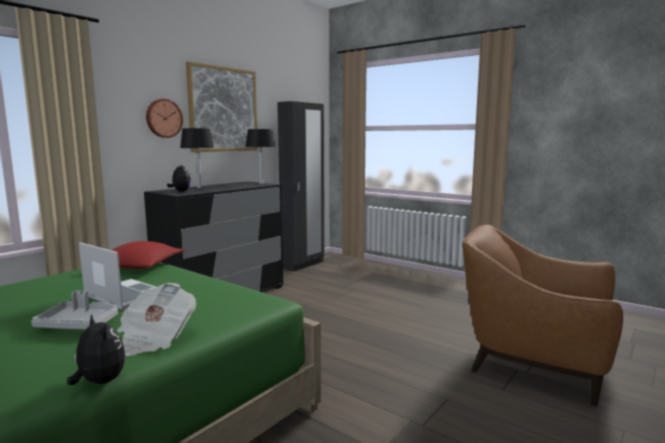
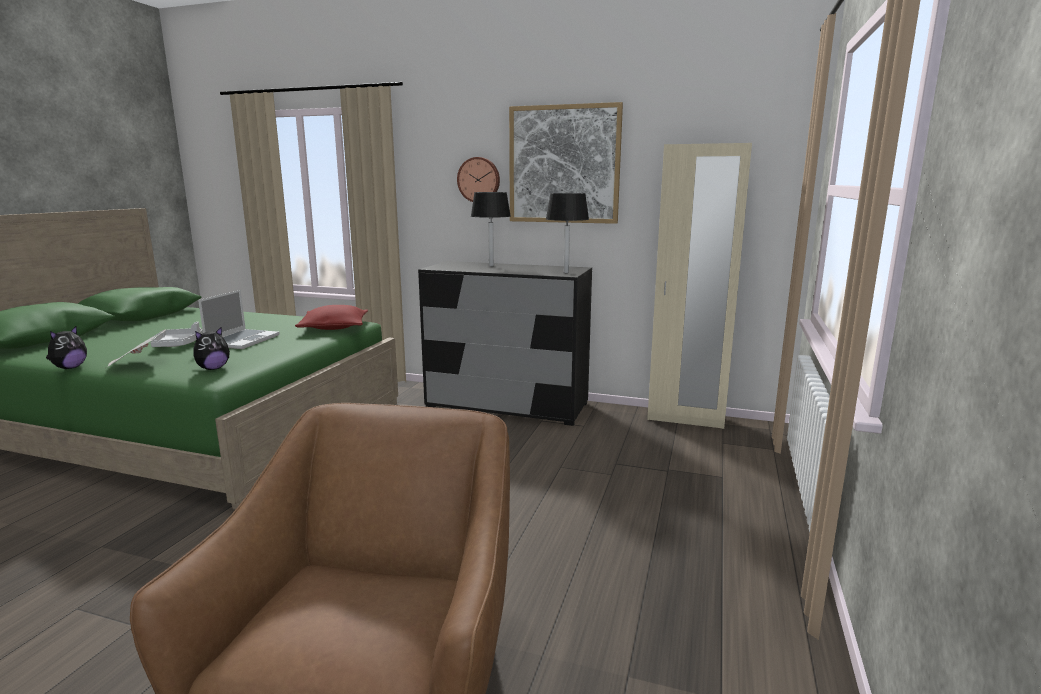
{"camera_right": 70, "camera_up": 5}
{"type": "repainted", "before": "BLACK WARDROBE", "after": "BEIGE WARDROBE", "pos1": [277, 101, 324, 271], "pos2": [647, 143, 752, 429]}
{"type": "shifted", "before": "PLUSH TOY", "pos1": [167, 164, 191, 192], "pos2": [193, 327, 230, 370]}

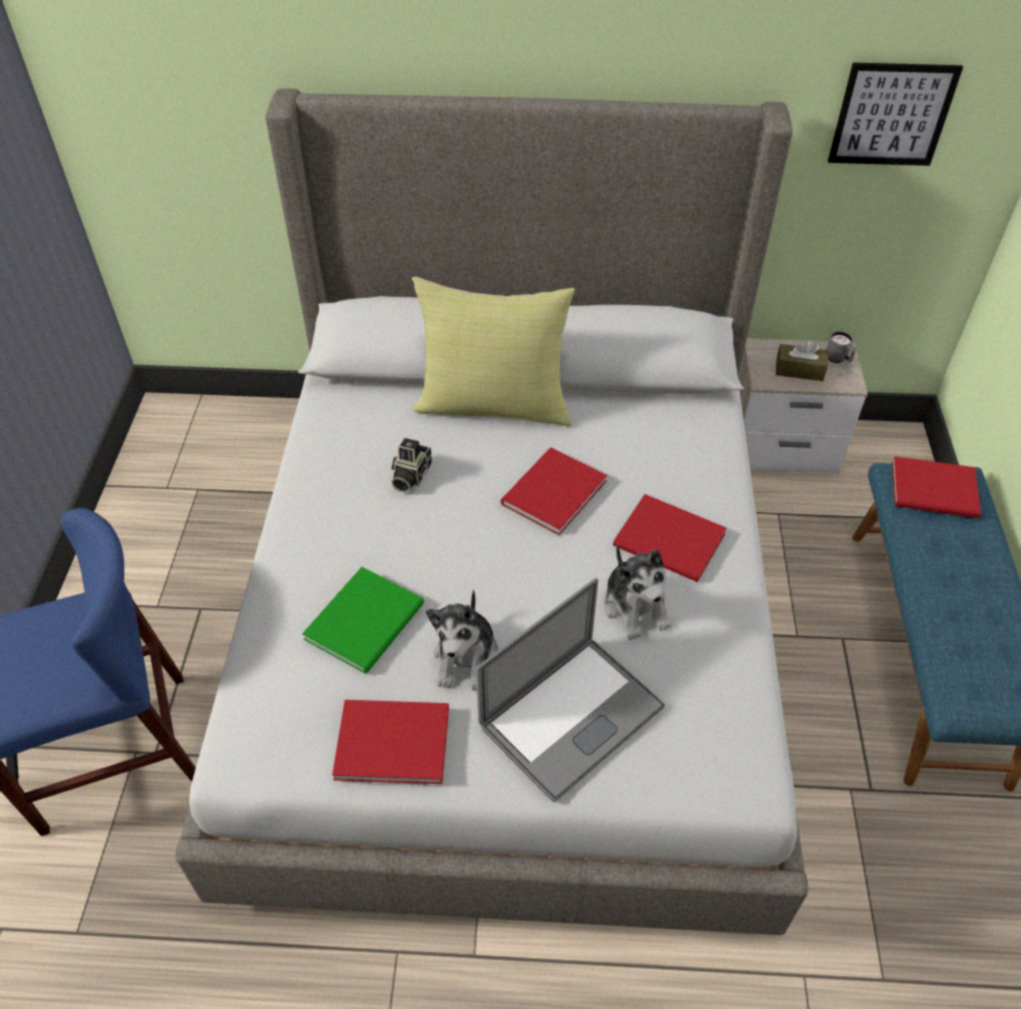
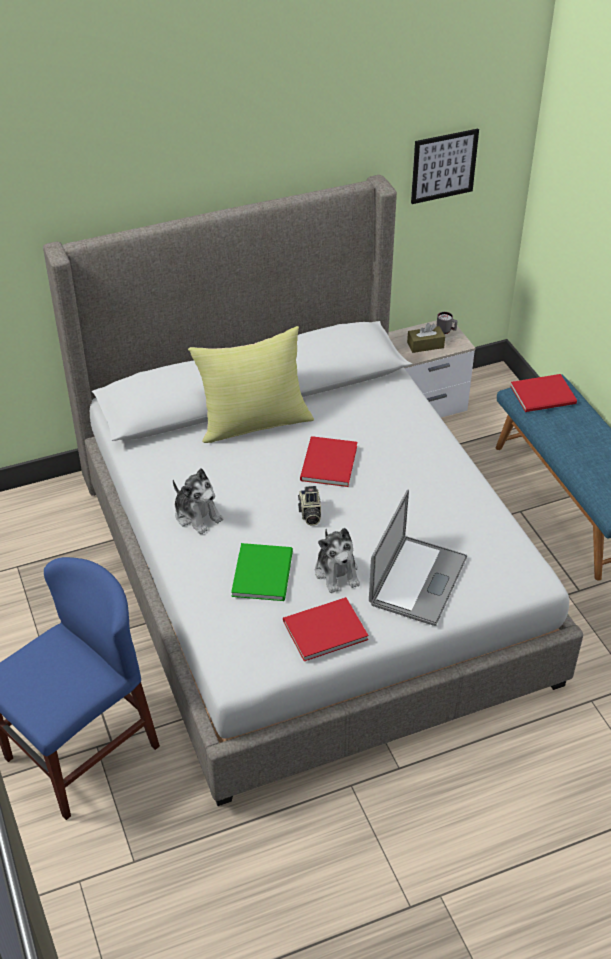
{"camera_right": -25, "camera_up": -5}
{"type": "shifted", "before": "PHOTO CAMERA", "pos1": [391, 438, 432, 493], "pos2": [298, 486, 321, 526]}
{"type": "gone", "before": "RED BOOK", "pos1": [613, 494, 727, 582]}
{"type": "shifted", "before": "PLUSH TOY", "pos1": [603, 543, 671, 640], "pos2": [173, 468, 223, 534]}

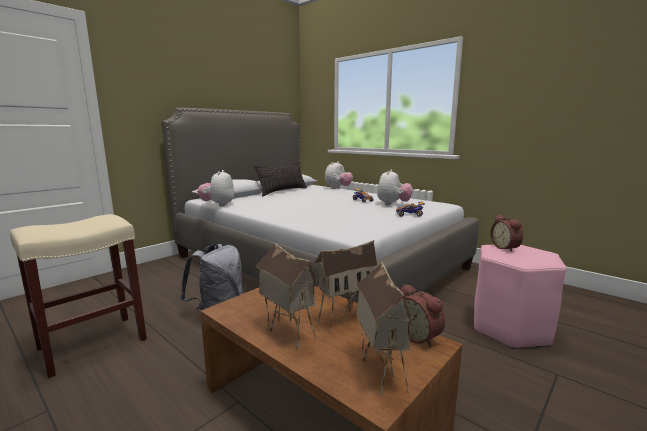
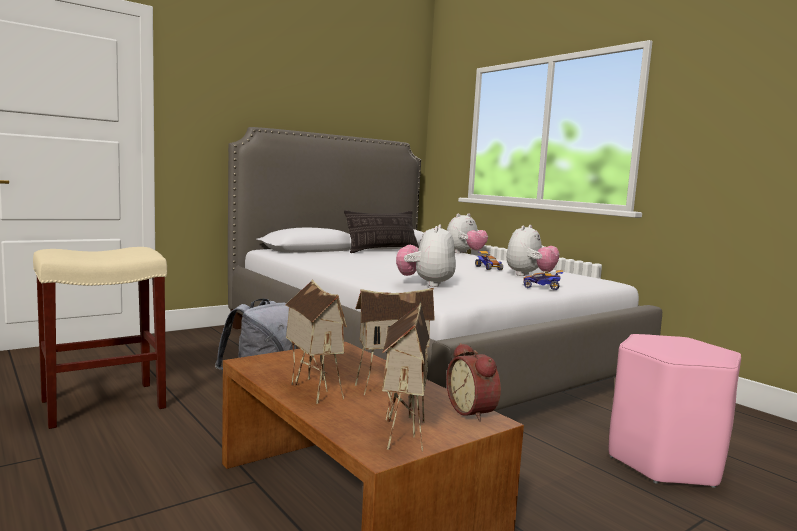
{"camera_right": 10, "camera_up": -5}
{"type": "shifted", "before": "PLUSH TOY", "pos1": [197, 170, 235, 206], "pos2": [396, 224, 456, 287]}
{"type": "gone", "before": "ALARM CLOCK", "pos1": [491, 214, 523, 252]}

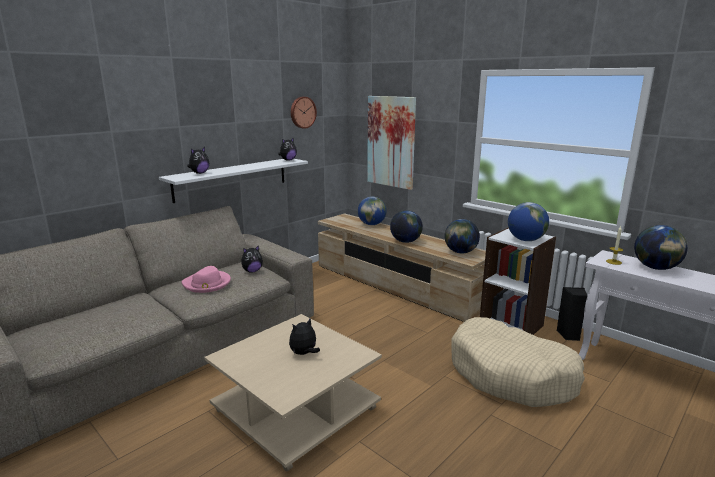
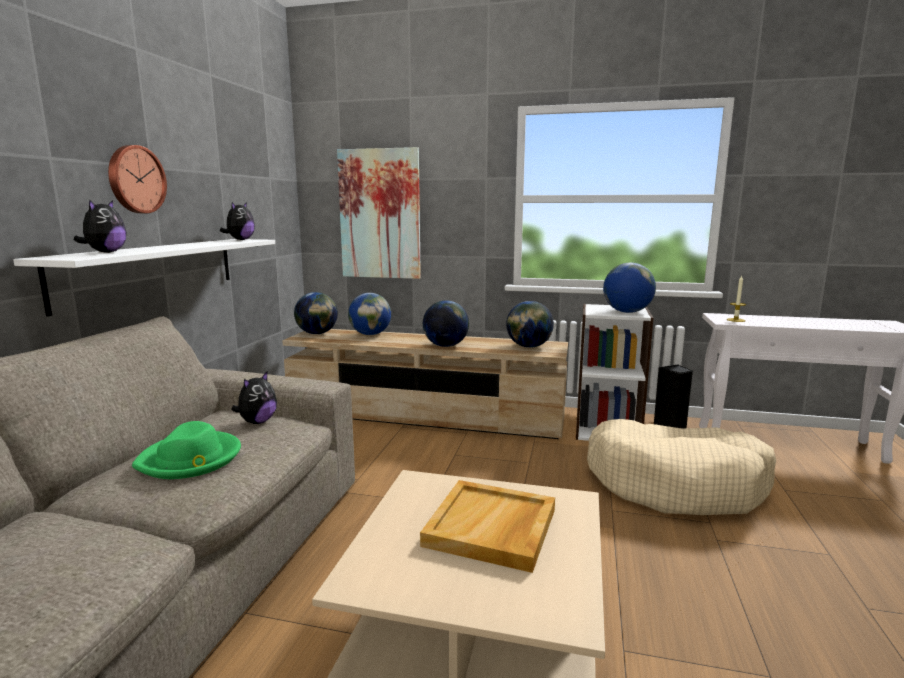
{"camera_right": -30, "camera_up": -5}
{"type": "shifted", "before": "WALL CLOCK", "pos1": [291, 97, 317, 129], "pos2": [108, 145, 167, 213]}
{"type": "shifted", "before": "GLOBE", "pos1": [634, 225, 688, 270], "pos2": [294, 292, 338, 334]}
{"type": "repainted", "before": "PINK HAT", "after": "GREEN HAT", "pos1": [181, 266, 231, 293], "pos2": [132, 421, 241, 479]}
{"type": "swapped", "before": "PLUSH TOY", "after": "BEIGE TRAY", "pos1": [289, 318, 320, 355], "pos2": [420, 480, 555, 573]}

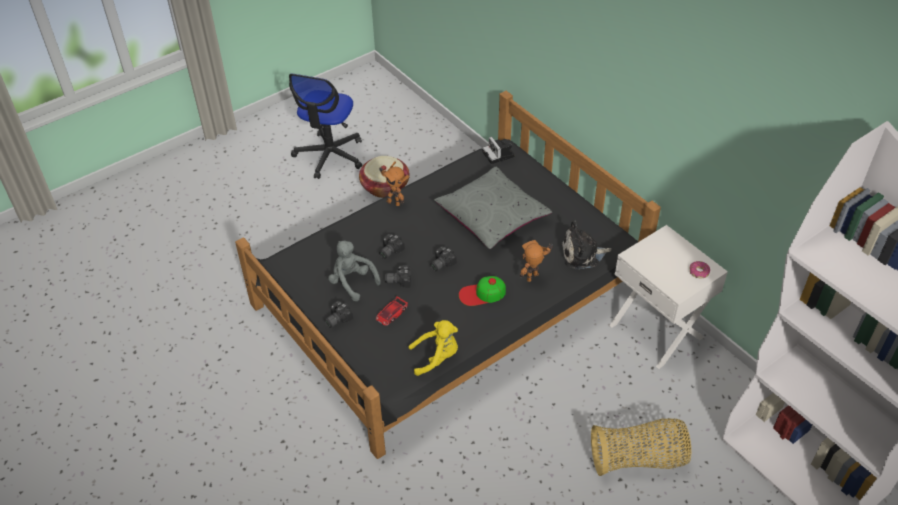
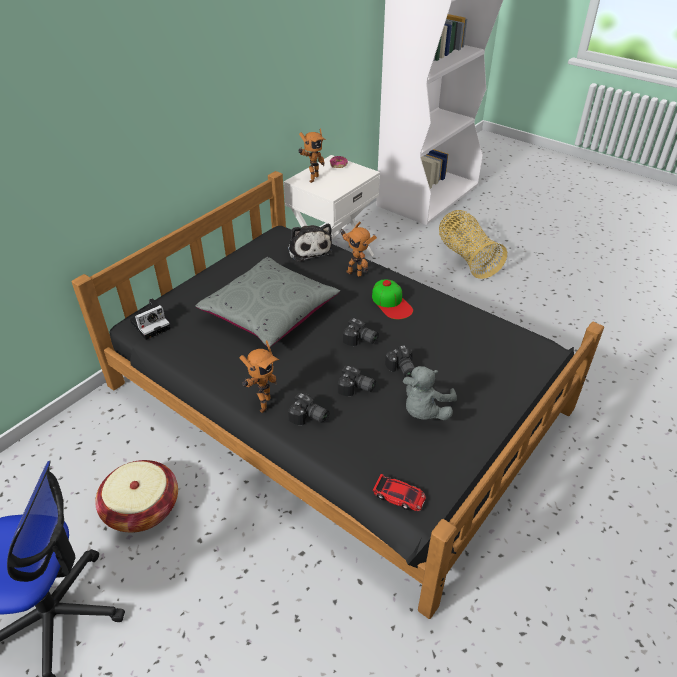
{"camera_right": -105, "camera_up": -5}
{"type": "shifted", "before": "TOY CAR", "pos1": [376, 296, 408, 326], "pos2": [373, 474, 426, 511]}
{"type": "shifted", "before": "PHOTO CAMERA", "pos1": [324, 301, 353, 328], "pos2": [288, 393, 329, 425]}
{"type": "gone", "before": "YELLOW PLUSH TOY", "pos1": [409, 320, 458, 376]}
{"type": "new", "after": "TOY ROBOT", "pos2": [298, 128, 326, 183]}

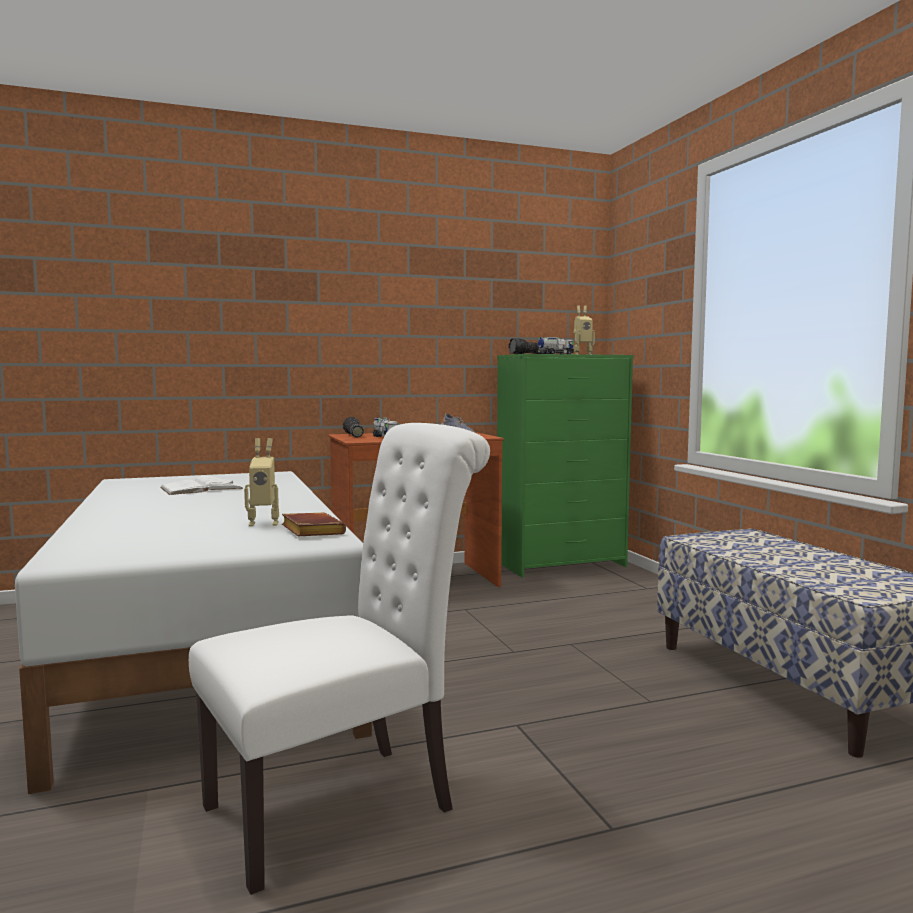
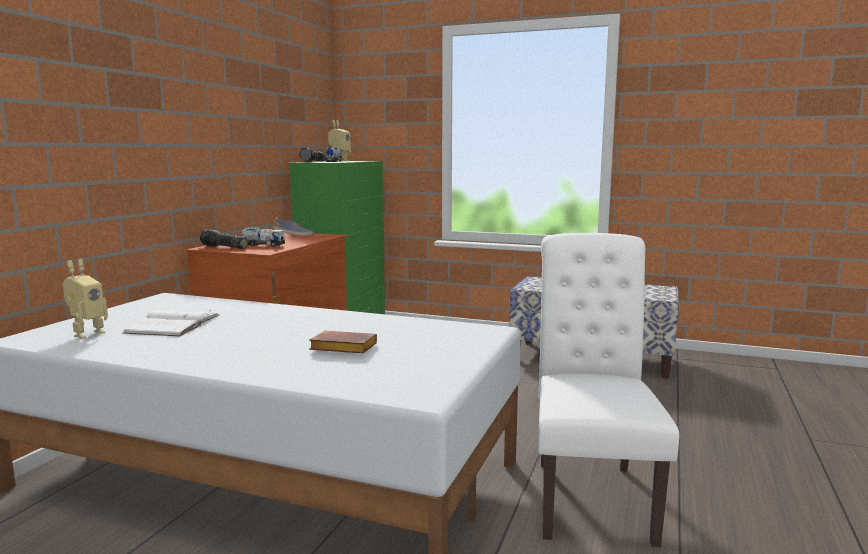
{"camera_right": -50, "camera_up": 5}
{"type": "shifted", "before": "TOY ROBOT", "pos1": [244, 438, 279, 526], "pos2": [63, 259, 108, 339]}
{"type": "shifted", "before": "BROWN BOOK", "pos1": [282, 513, 346, 536], "pos2": [309, 331, 377, 354]}

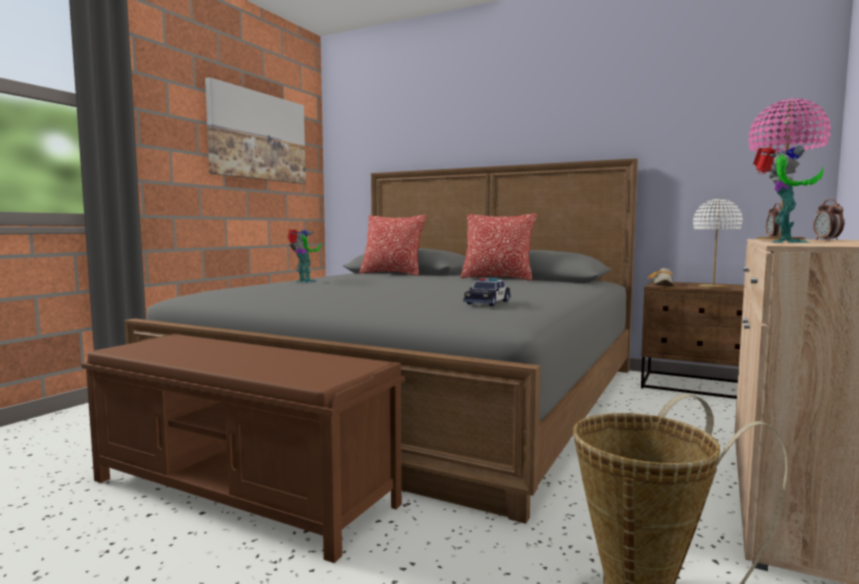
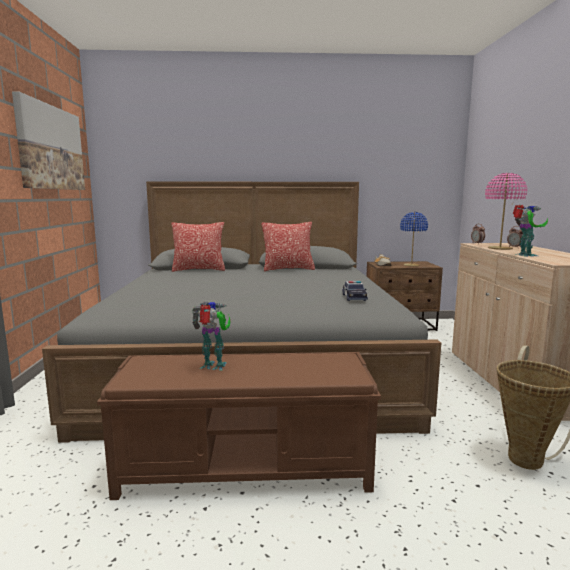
{"camera_right": -30, "camera_up": 5}
{"type": "repainted", "before": "WHITE TABLE LAMP", "after": "BLUE TABLE LAMP", "pos1": [693, 199, 743, 288], "pos2": [400, 212, 428, 267]}
{"type": "shifted", "before": "TOY ROBOT", "pos1": [288, 229, 321, 283], "pos2": [191, 302, 231, 371]}

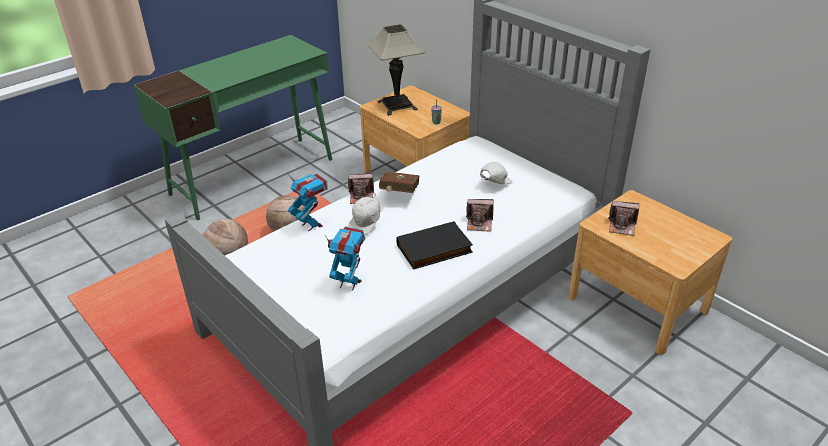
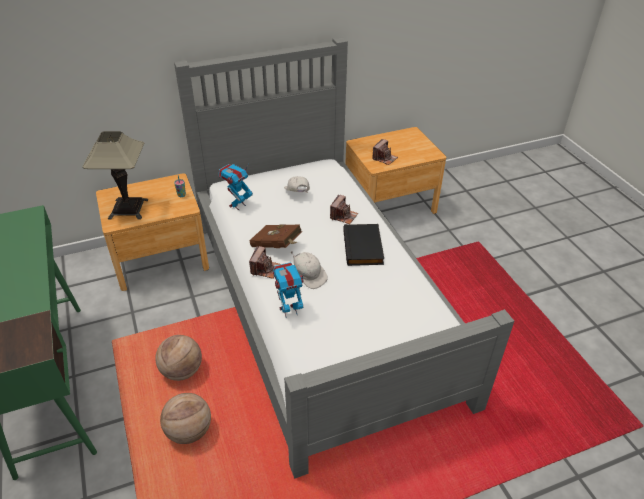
{"camera_right": -70, "camera_up": 5}
{"type": "shifted", "before": "TOY ROBOT", "pos1": [325, 226, 366, 291], "pos2": [219, 163, 253, 210]}

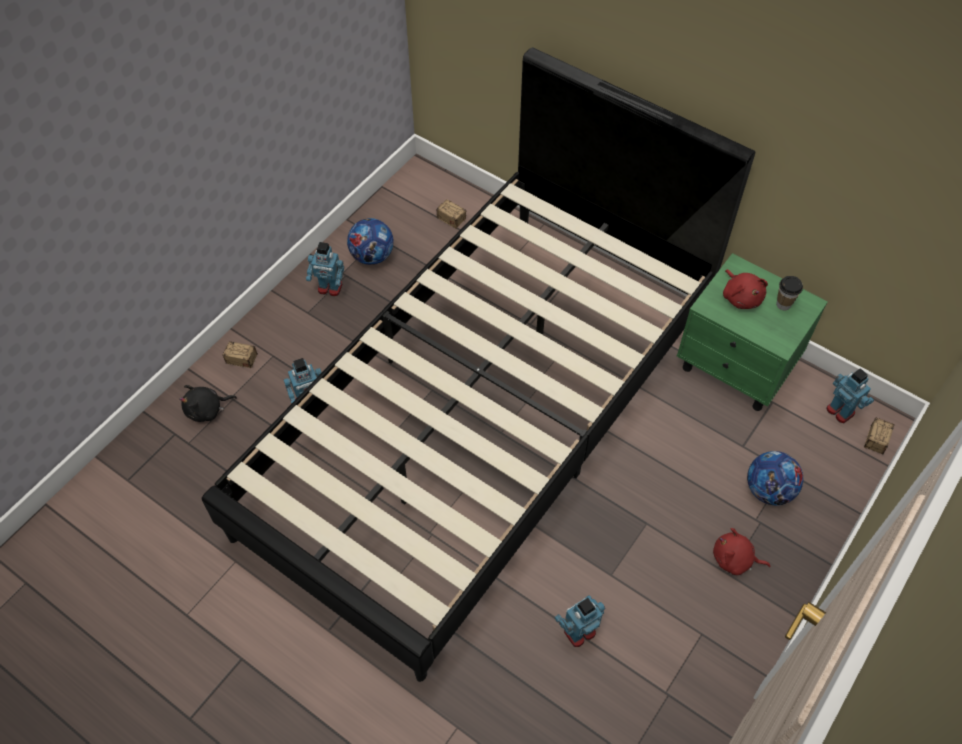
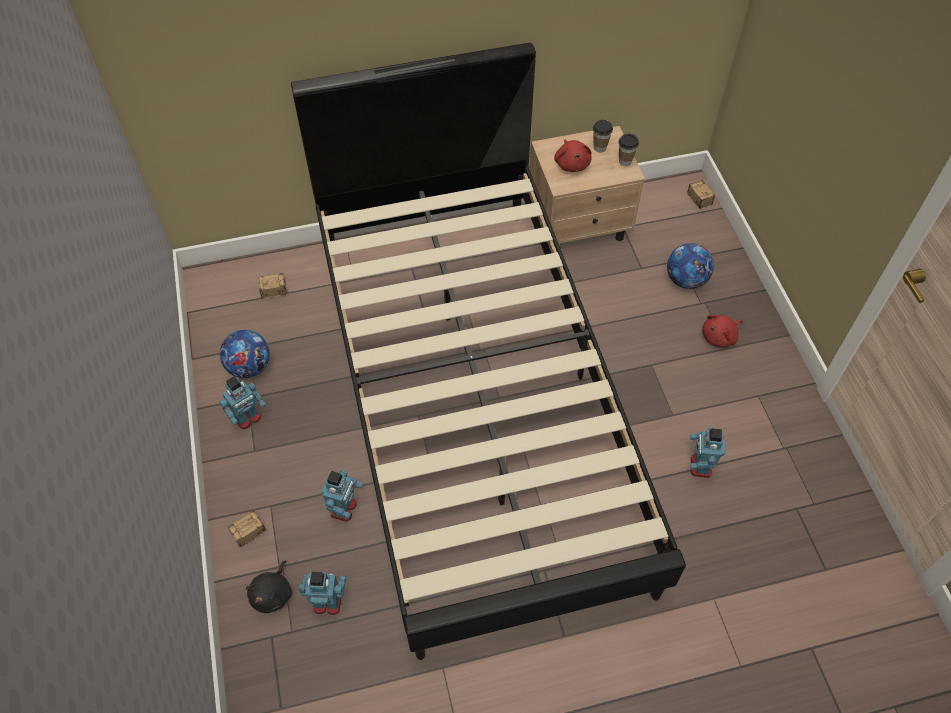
{"camera_right": -50, "camera_up": 0}
{"type": "repainted", "before": "GREEN NIGHTSTAND", "after": "BEIGE NIGHTSTAND", "pos1": [677, 253, 828, 411], "pos2": [530, 126, 645, 244]}
{"type": "rotated", "before": "RED PLUSH TOY", "pos1": [723, 269, 768, 309], "pos2": [554, 139, 591, 172], "turn": 60}
{"type": "shifted", "before": "TOY ROBOT", "pos1": [826, 368, 874, 423], "pos2": [299, 572, 346, 615]}
{"type": "new", "after": "CUP", "pos2": [619, 134, 639, 166]}

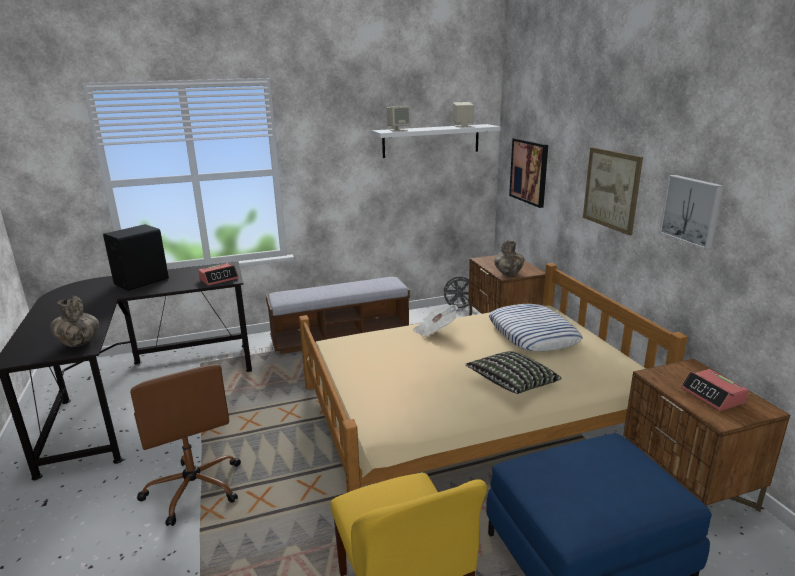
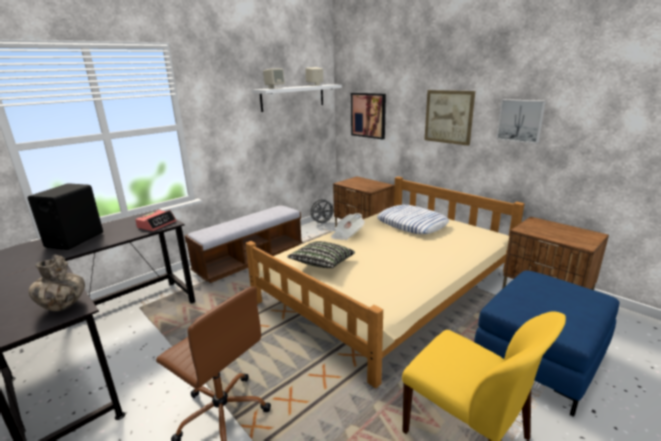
{"camera_right": -25, "camera_up": 0}
{"type": "gone", "before": "VASE", "pos1": [494, 240, 524, 276]}
{"type": "shifted", "before": "PILLOW", "pos1": [465, 351, 561, 394], "pos2": [287, 241, 355, 268]}
{"type": "gone", "before": "ALARM CLOCK", "pos1": [681, 369, 749, 411]}

